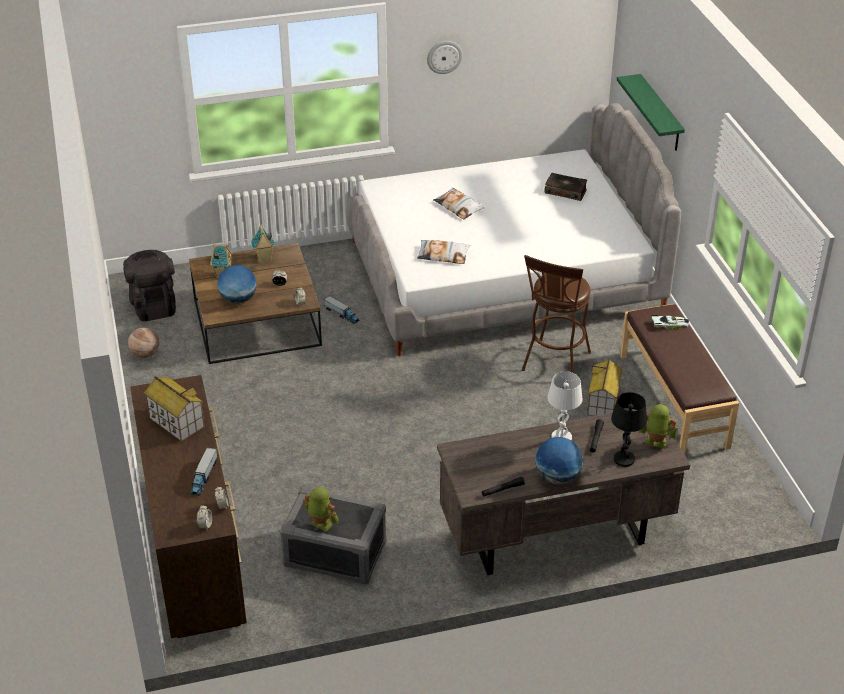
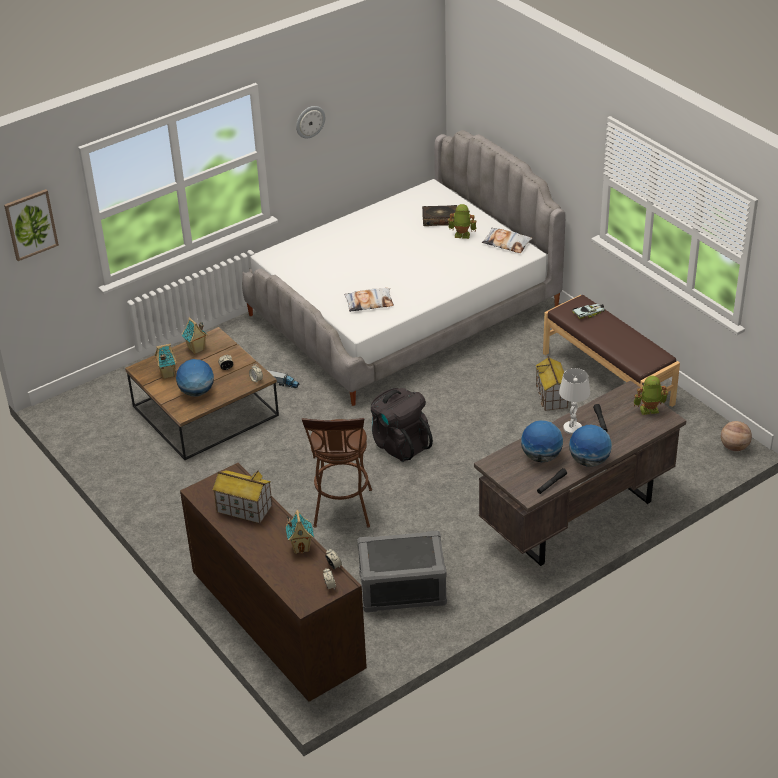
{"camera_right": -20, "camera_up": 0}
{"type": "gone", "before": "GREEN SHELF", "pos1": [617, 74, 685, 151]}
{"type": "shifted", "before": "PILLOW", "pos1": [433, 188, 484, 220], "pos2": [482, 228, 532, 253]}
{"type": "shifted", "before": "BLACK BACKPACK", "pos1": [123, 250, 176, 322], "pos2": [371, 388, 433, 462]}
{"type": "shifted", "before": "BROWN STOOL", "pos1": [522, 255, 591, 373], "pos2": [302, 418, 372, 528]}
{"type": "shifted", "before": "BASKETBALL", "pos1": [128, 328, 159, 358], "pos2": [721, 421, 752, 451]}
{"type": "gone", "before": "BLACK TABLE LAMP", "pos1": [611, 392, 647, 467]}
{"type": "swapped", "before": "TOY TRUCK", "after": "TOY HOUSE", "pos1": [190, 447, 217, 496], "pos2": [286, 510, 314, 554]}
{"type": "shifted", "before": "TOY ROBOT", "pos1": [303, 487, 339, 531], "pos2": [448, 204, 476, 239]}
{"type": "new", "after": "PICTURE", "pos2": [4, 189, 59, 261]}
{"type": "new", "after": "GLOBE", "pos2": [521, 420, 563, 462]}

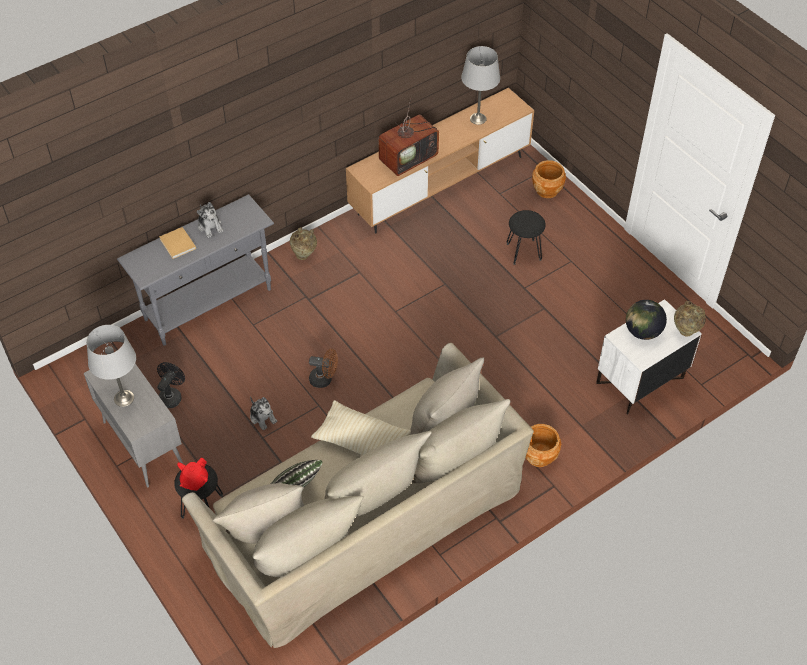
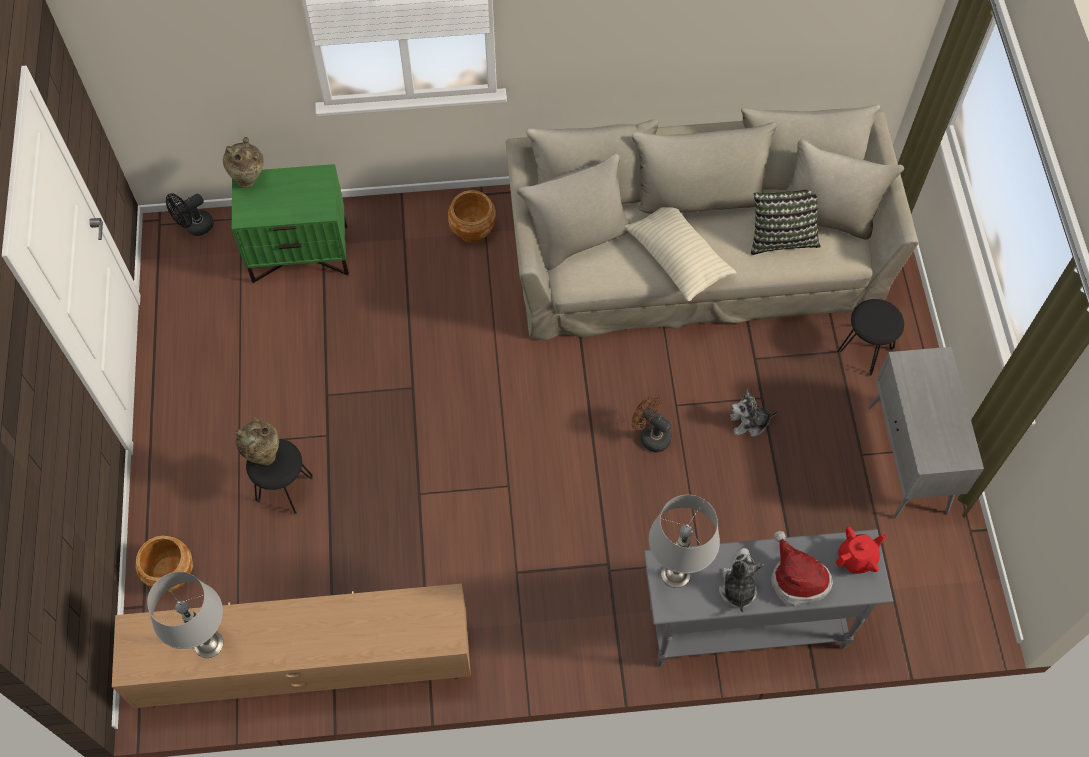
{"camera_right": -150, "camera_up": 10}
{"type": "gone", "before": "TELEVISION", "pos1": [378, 98, 439, 176]}
{"type": "swapped", "before": "BEIGE BOOK", "after": "HAT", "pos1": [159, 227, 196, 259], "pos2": [771, 531, 833, 606]}
{"type": "shifted", "before": "BEIGE VASE", "pos1": [290, 227, 317, 260], "pos2": [235, 418, 279, 466]}
{"type": "repainted", "before": "WHITE NIGHTSTAND", "after": "GREEN NIGHTSTAND", "pos1": [596, 299, 702, 414], "pos2": [232, 164, 349, 283]}
{"type": "gone", "before": "GLOBE", "pos1": [626, 300, 667, 340]}
{"type": "shifted", "before": "GREY TABLE LAMP", "pos1": [86, 325, 136, 407], "pos2": [649, 495, 720, 588]}
{"type": "shifted", "before": "BLACK FAN", "pos1": [157, 362, 185, 408], "pos2": [166, 193, 214, 236]}
{"type": "rotated", "before": "PLUSH TOY", "pos1": [250, 396, 277, 430], "pos2": [730, 390, 778, 437], "turn": -90}
{"type": "shifted", "before": "RED TEAPOT", "pos1": [177, 457, 208, 491], "pos2": [836, 526, 887, 574]}

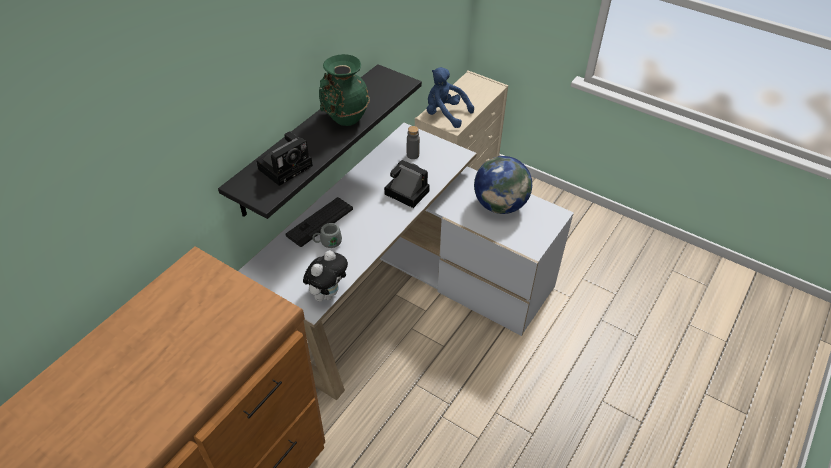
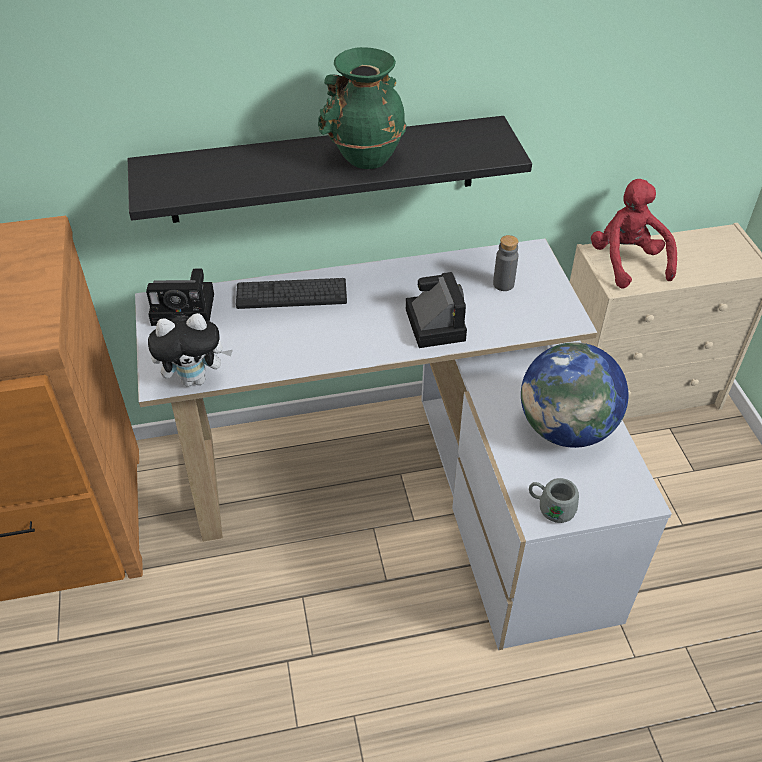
{"camera_right": 45, "camera_up": 0}
{"type": "repainted", "before": "BLUE PLUSH TOY", "after": "RED PLUSH TOY", "pos1": [427, 67, 474, 128], "pos2": [591, 179, 677, 289]}
{"type": "shifted", "before": "PHOTO CAMERA", "pos1": [256, 131, 313, 186], "pos2": [146, 268, 214, 326]}
{"type": "shifted", "before": "GREY MUG", "pos1": [313, 223, 342, 248], "pos2": [529, 478, 579, 523]}

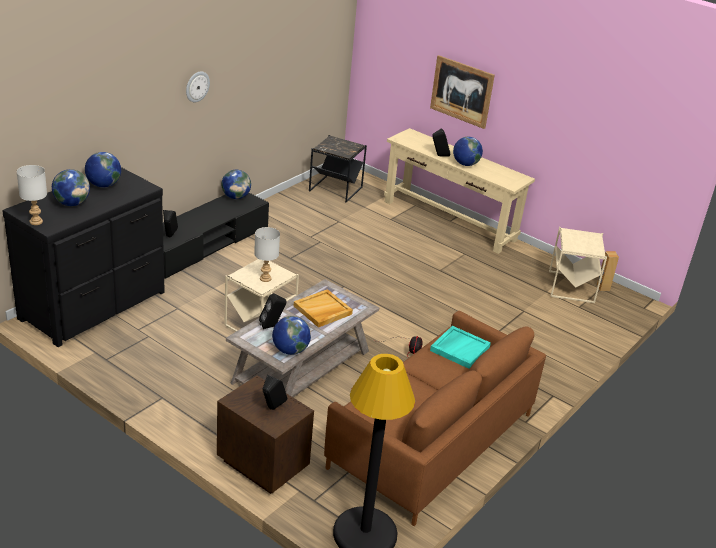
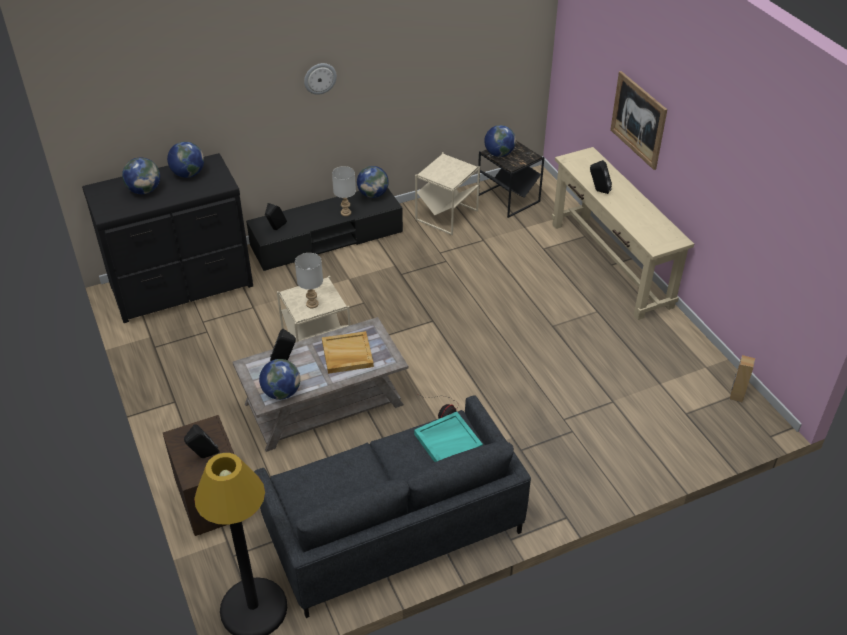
{"camera_right": 30, "camera_up": 10}
{"type": "shifted", "before": "GLOBE", "pos1": [453, 137, 483, 166], "pos2": [484, 125, 516, 157]}
{"type": "shifted", "before": "GREY TABLE LAMP", "pos1": [17, 165, 47, 225], "pos2": [332, 166, 356, 216]}
{"type": "shifted", "before": "BEIGE SIDE TABLE", "pos1": [549, 227, 607, 303], "pos2": [415, 152, 480, 235]}
{"type": "repainted", "before": "BROWN SOFA", "after": "GREY SOFA", "pos1": [324, 311, 546, 526], "pos2": [254, 395, 531, 618]}

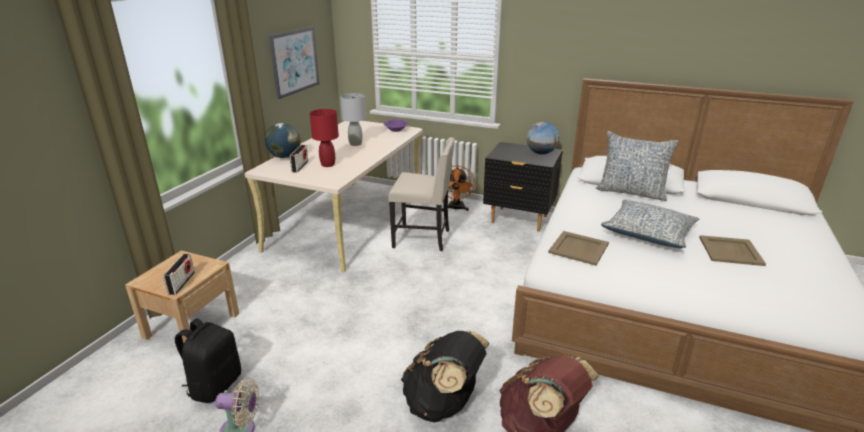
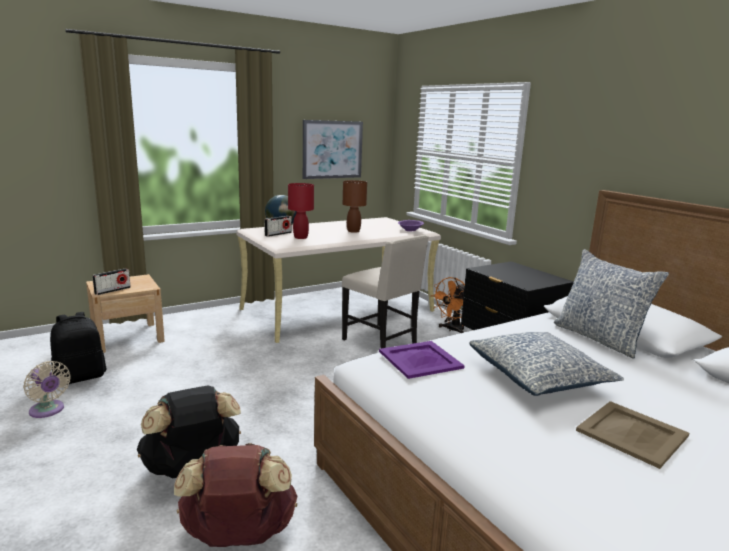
{"camera_right": 35, "camera_up": -10}
{"type": "repainted", "before": "GREY TABLE LAMP", "after": "BROWN TABLE LAMP", "pos1": [340, 93, 366, 146], "pos2": [343, 180, 367, 233]}
{"type": "gone", "before": "GLOBE", "pos1": [527, 122, 559, 154]}
{"type": "repainted", "before": "BEIGE TRAY", "after": "PURPLE TRAY", "pos1": [548, 231, 609, 266], "pos2": [379, 341, 465, 379]}

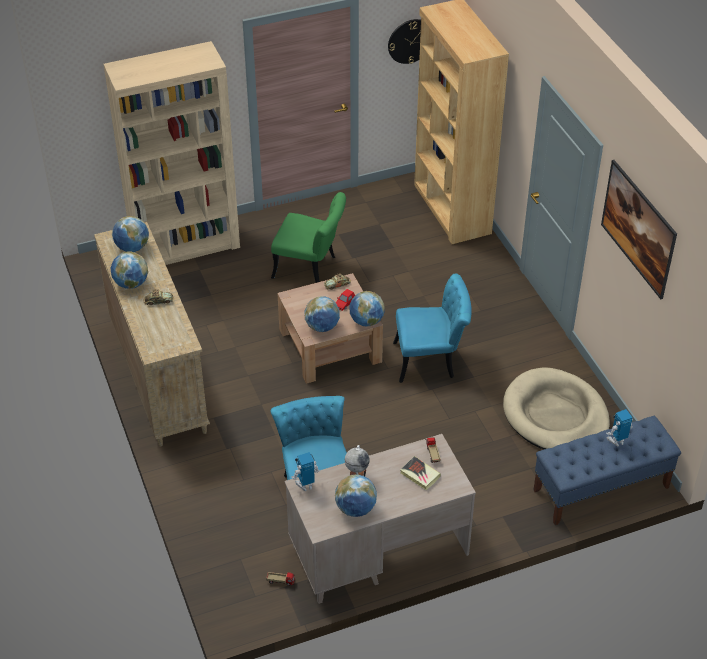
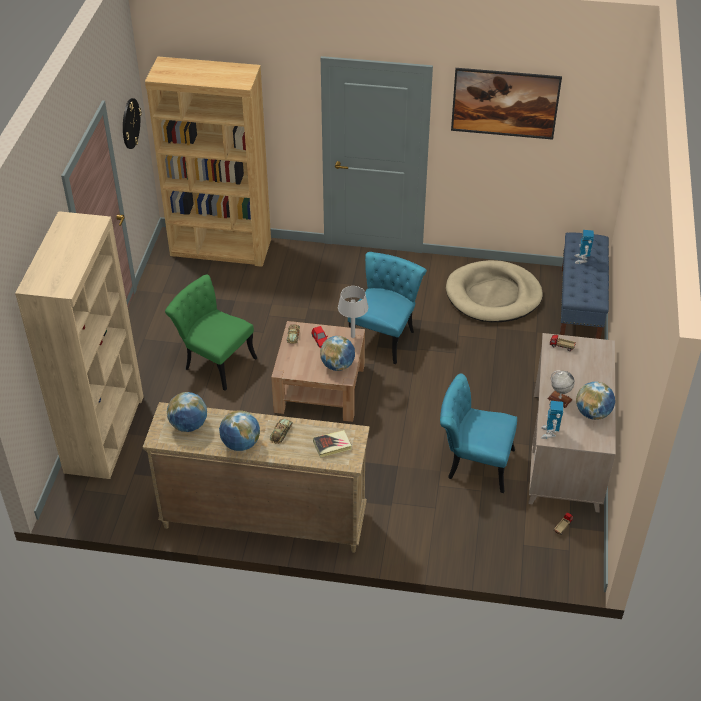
{"camera_right": -60, "camera_up": 0}
{"type": "rotated", "before": "GREEN CHAIR", "pos1": [271, 192, 346, 283], "pos2": [165, 274, 257, 391], "turn": -105}
{"type": "swapped", "before": "GLOBE", "after": "GREY TABLE LAMP", "pos1": [350, 291, 385, 327], "pos2": [338, 286, 368, 338]}
{"type": "shifted", "before": "BOOK", "pos1": [400, 456, 441, 490], "pos2": [313, 430, 352, 457]}

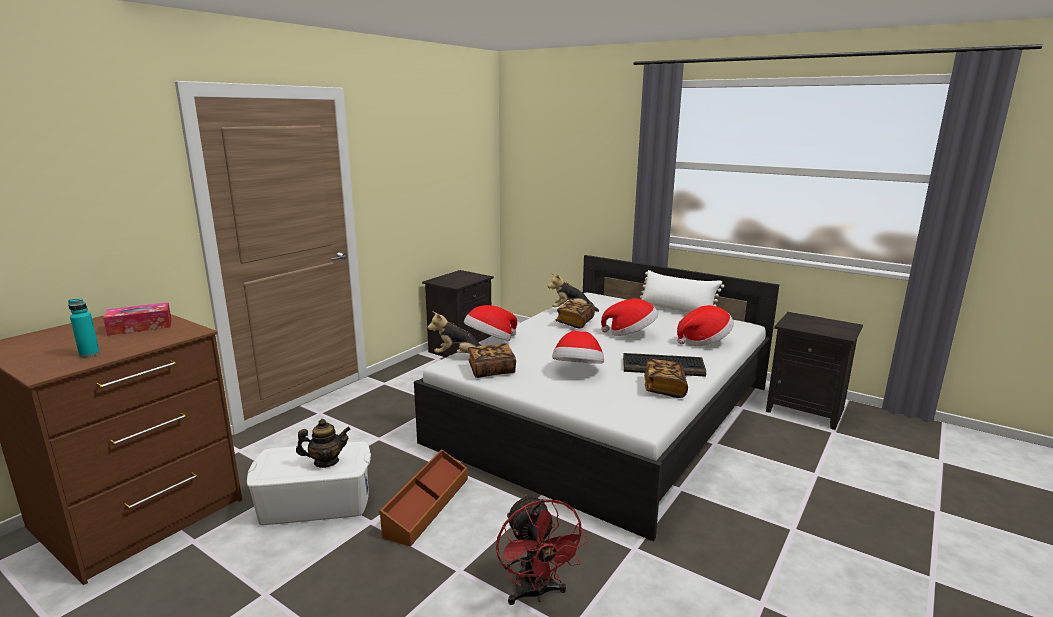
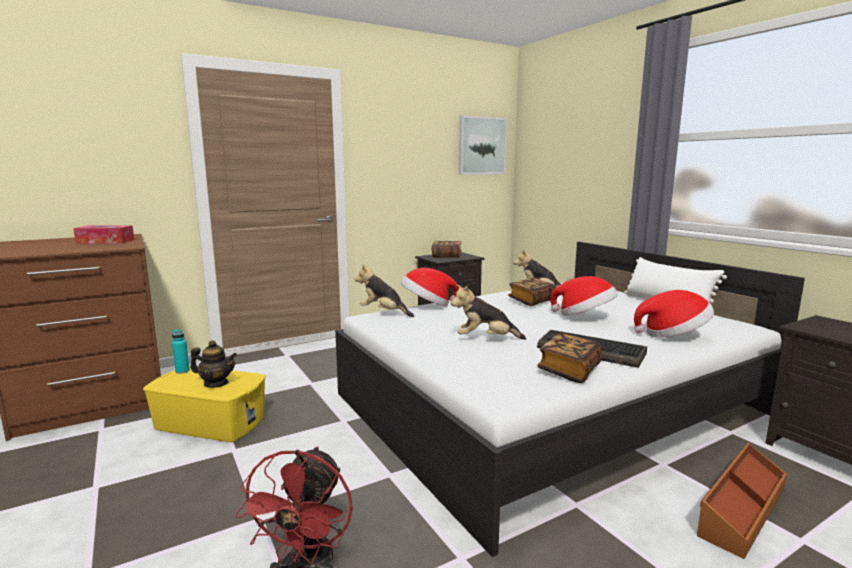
{"camera_right": 25, "camera_up": -5}
{"type": "shifted", "before": "TURQUOISE BOTTLE", "pos1": [68, 299, 100, 357], "pos2": [172, 329, 190, 374]}
{"type": "swapped", "before": "HAT", "after": "PLUSH TOY", "pos1": [552, 331, 604, 364], "pos2": [451, 284, 526, 340]}
{"type": "shifted", "before": "BOOK", "pos1": [468, 343, 516, 378], "pos2": [432, 241, 462, 258]}
{"type": "repainted", "before": "WHITE STORAGE BOX", "after": "YELLOW STORAGE BOX", "pos1": [247, 442, 371, 525], "pos2": [143, 365, 266, 442]}
{"type": "shifted", "before": "BROWN STORAGE BOX", "pos1": [379, 449, 468, 547], "pos2": [697, 443, 787, 559]}
{"type": "new", "after": "PICTURE", "pos2": [459, 115, 507, 175]}

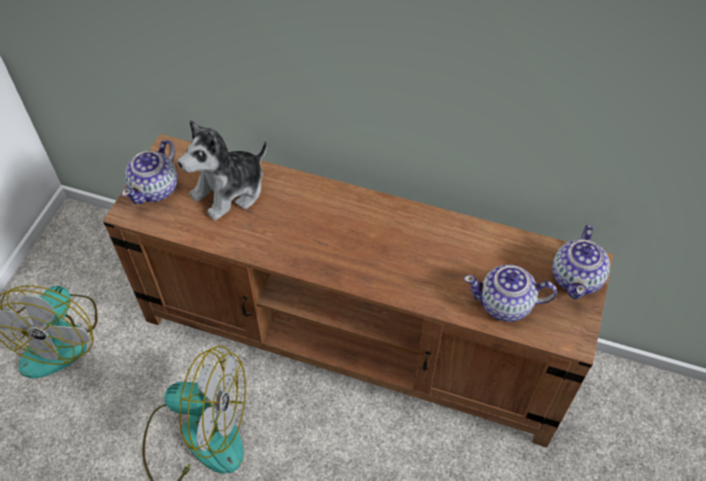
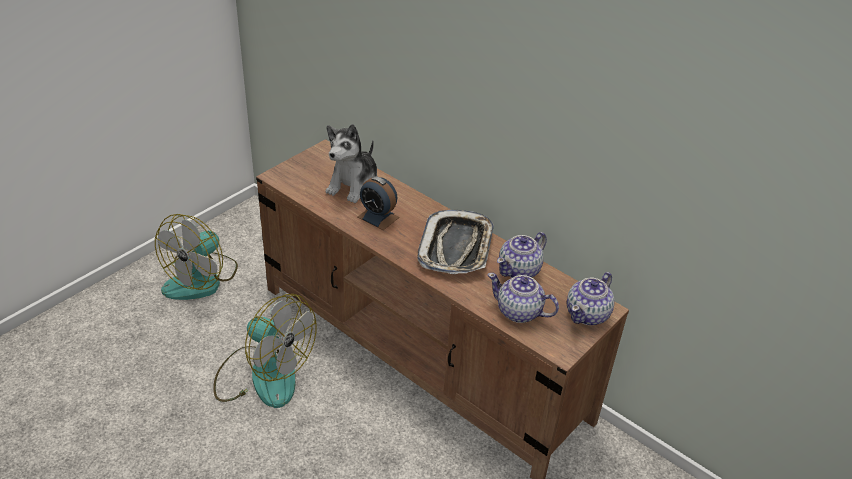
{"camera_right": 20, "camera_up": -15}
{"type": "rotated", "before": "PLUSH TOY", "pos1": [178, 120, 267, 221], "pos2": [326, 124, 378, 203], "turn": -45}
{"type": "shifted", "before": "TEAPOT", "pos1": [122, 140, 178, 204], "pos2": [497, 232, 547, 278]}
{"type": "new", "after": "ALARM CLOCK", "pos2": [358, 176, 399, 230]}
{"type": "new", "after": "TRAY", "pos2": [417, 210, 494, 274]}

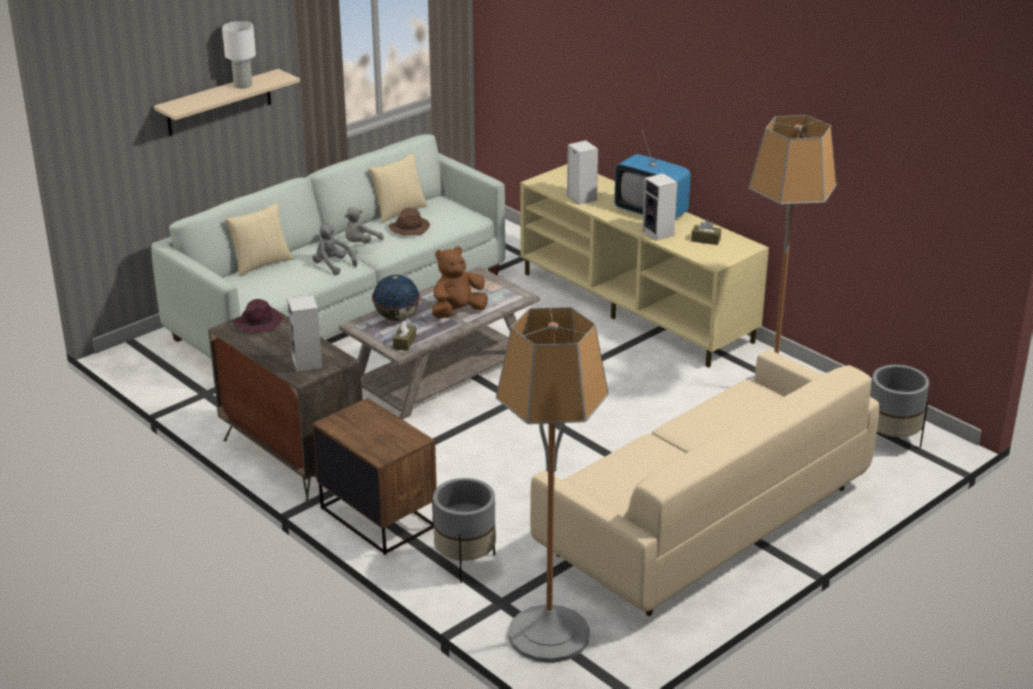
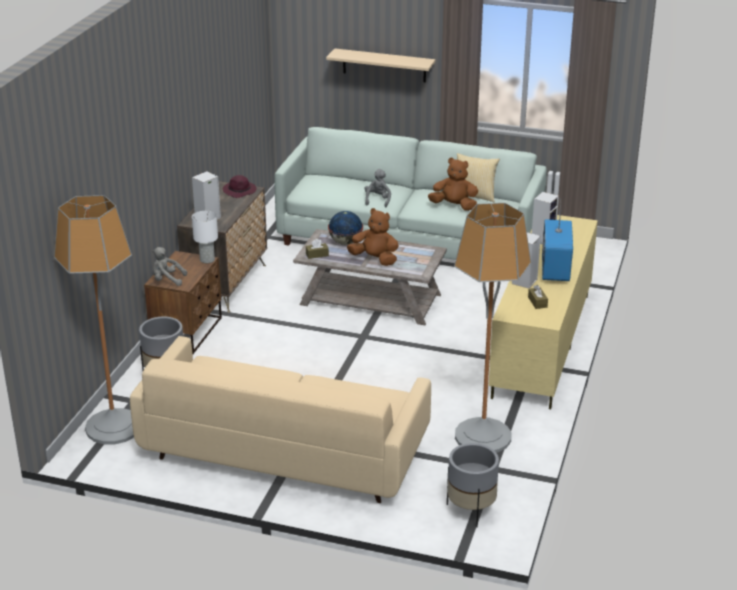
{"camera_right": 60, "camera_up": 0}
{"type": "shifted", "before": "WHITE TABLE LAMP", "pos1": [222, 21, 256, 88], "pos2": [192, 211, 218, 263]}
{"type": "gone", "before": "PILLOW", "pos1": [225, 202, 293, 276]}
{"type": "shifted", "before": "GREY PLUSH TOY", "pos1": [345, 207, 384, 243], "pos2": [152, 247, 187, 286]}
{"type": "swapped", "before": "BROWN HAT", "after": "BROWN PLUSH TOY", "pos1": [389, 208, 430, 235], "pos2": [428, 158, 478, 211]}

